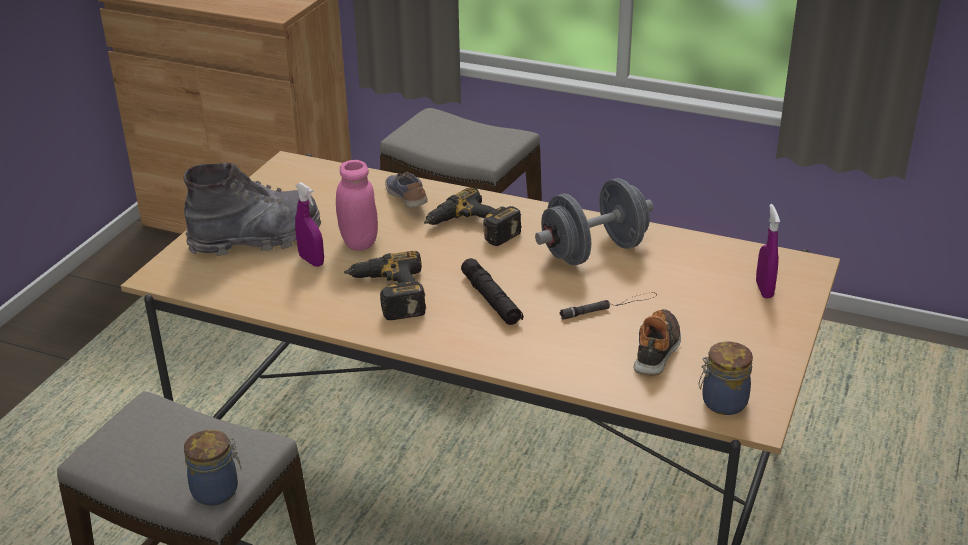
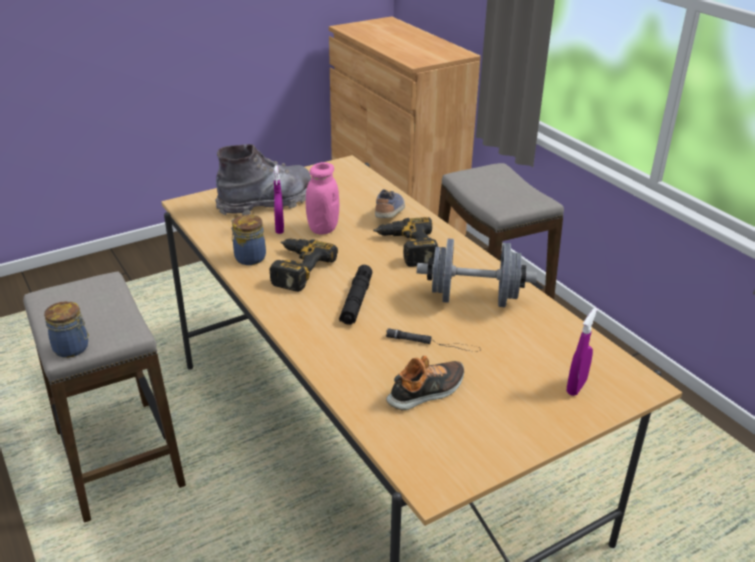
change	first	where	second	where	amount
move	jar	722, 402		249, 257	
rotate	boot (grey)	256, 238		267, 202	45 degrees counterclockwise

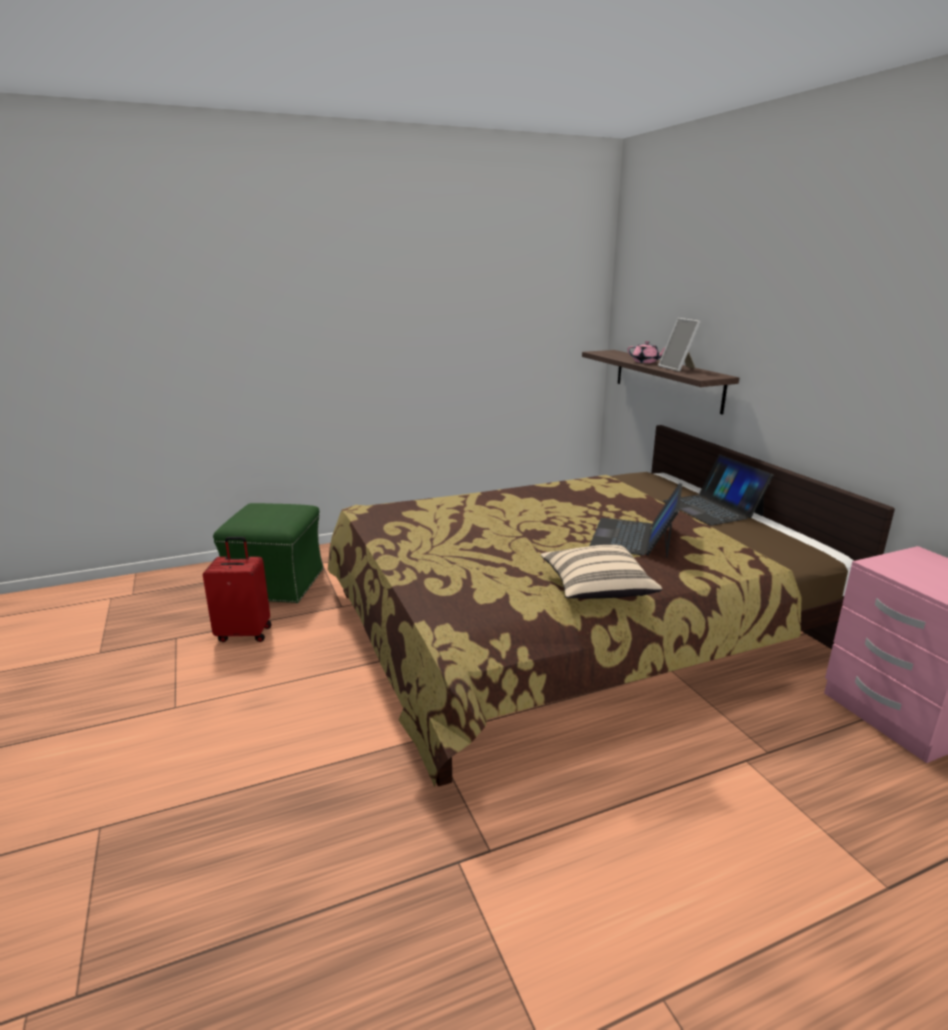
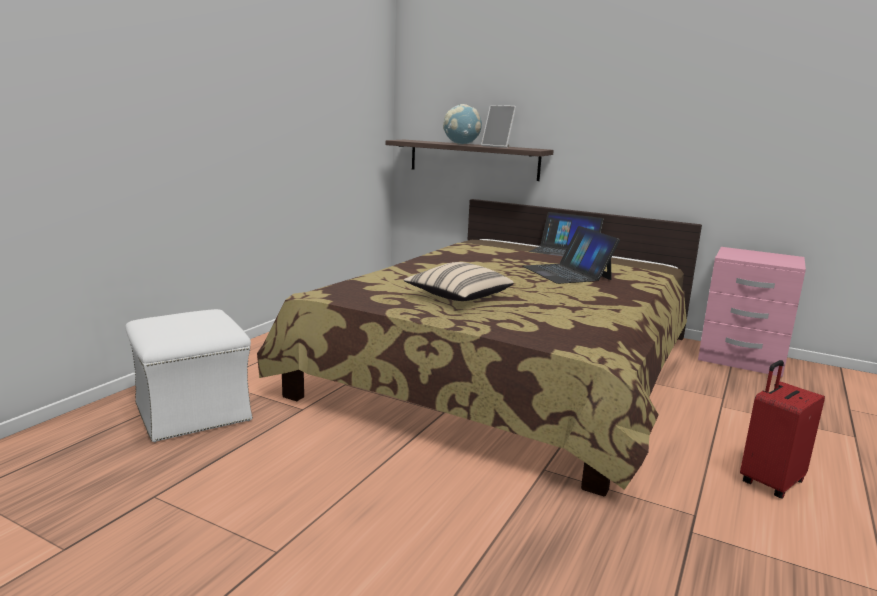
change	first	where	second	where	amount
move	suitcase (red)	244, 633		769, 482	
move	pillow (beige)	596, 589		458, 297	
replace	teapot (pink)	645, 362	globe	461, 144	
recolor	ottoman (green)	276, 583	ottoman (white)	192, 411	

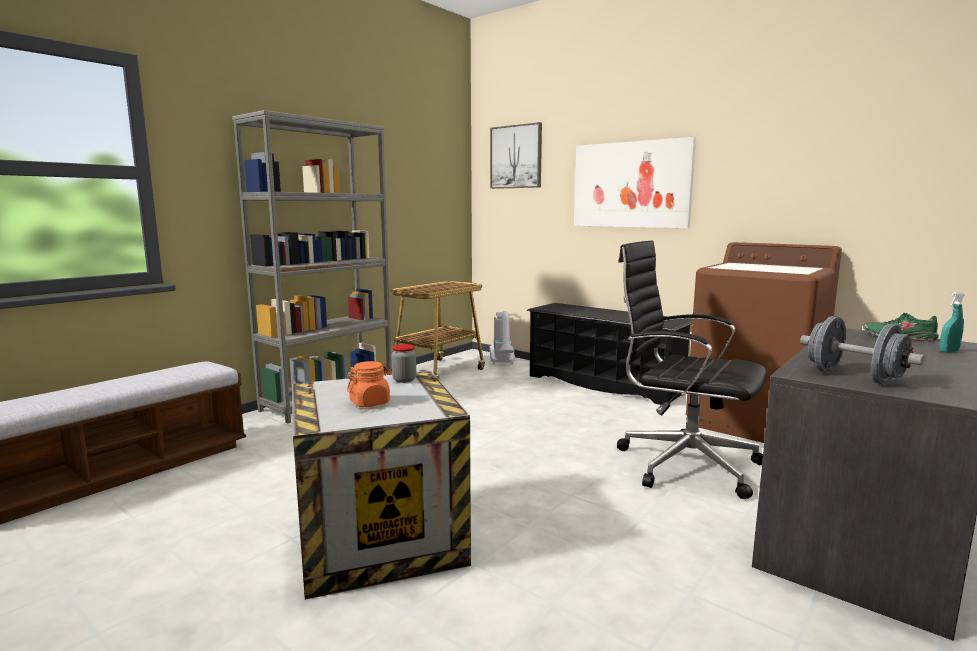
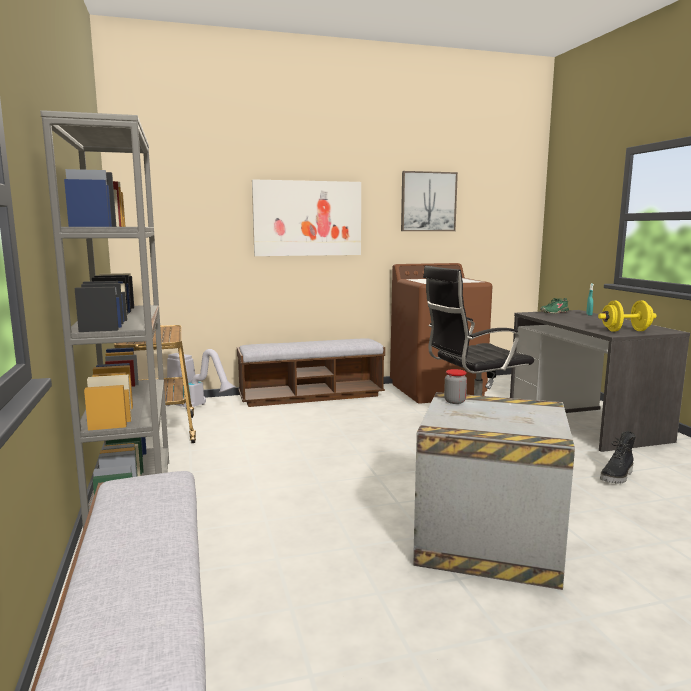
change	first	where	second	where	amount
delete	jar (orange)	370, 402			
insert			boot (black)	617, 477	
move	picture	516, 157		428, 201	
replace	shoe rack (black)	605, 384	bench	311, 396	
recolor	dumbbell (grey)	854, 377	dumbbell (yellow)	625, 331	

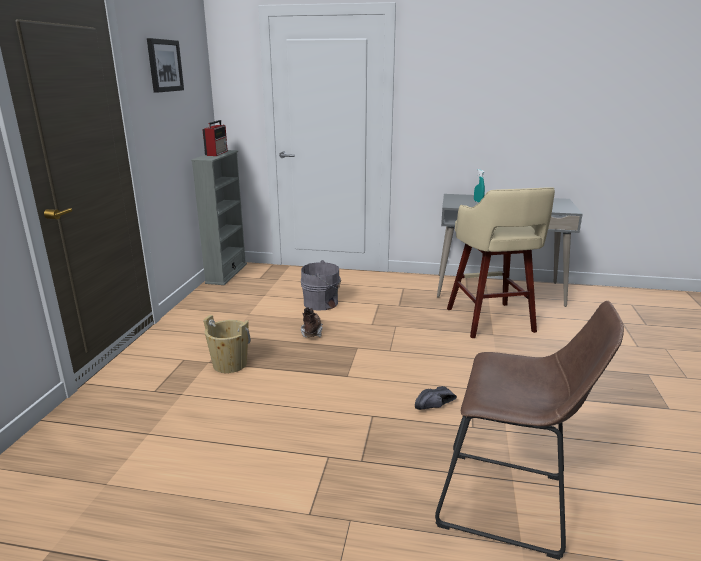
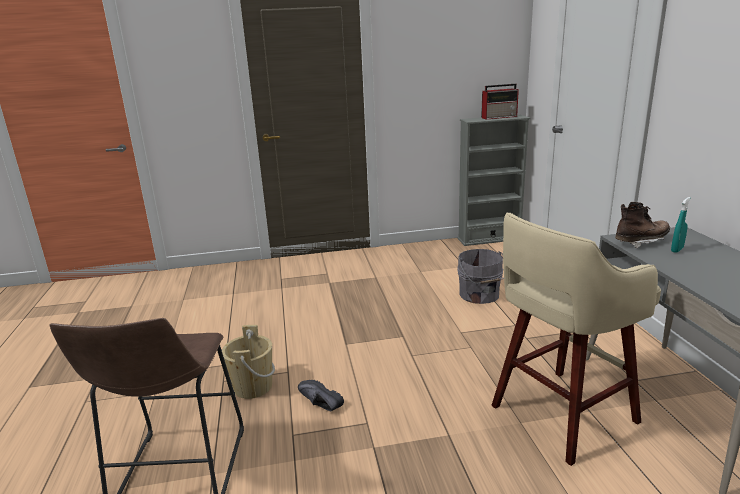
change	first	where	second	where	amount
delete	picture	164, 65			
move	bucket (beige)	230, 364		252, 386	
move	boot (brown)	312, 332		641, 242	

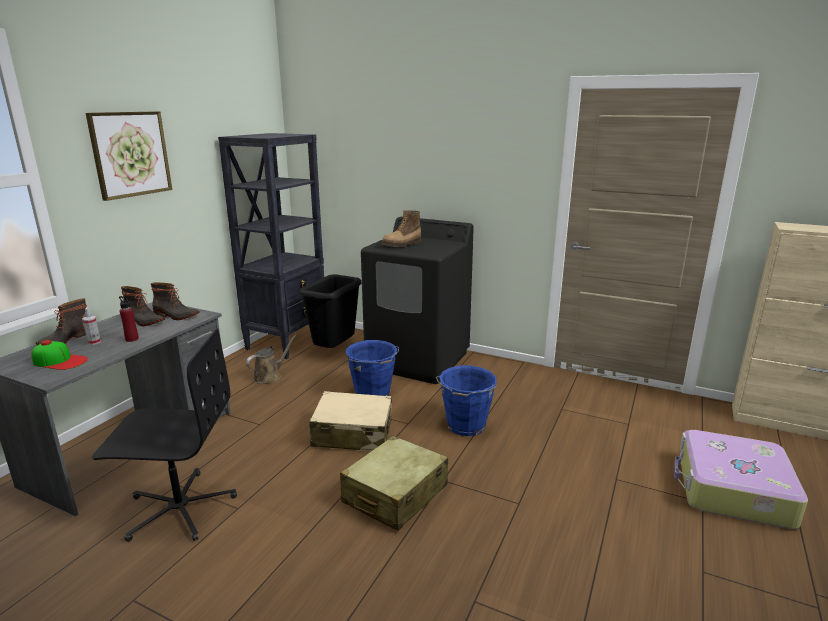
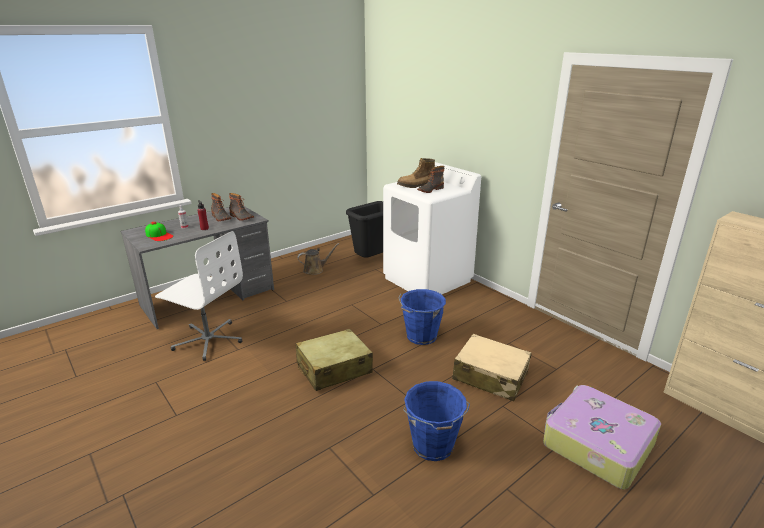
change	first	where	second	where	amount
delete	picture	130, 154			
delete	bookcase (black)	287, 341			
move	boot	65, 340		430, 190	
move	suitcase (beige)	352, 433		490, 376	
move	bucket (blue)	373, 394		433, 446	
recolor	office chair (black)	179, 508	office chair (white)	208, 340	
recolor	washing machine (black)	418, 360	washing machine (white)	427, 280	

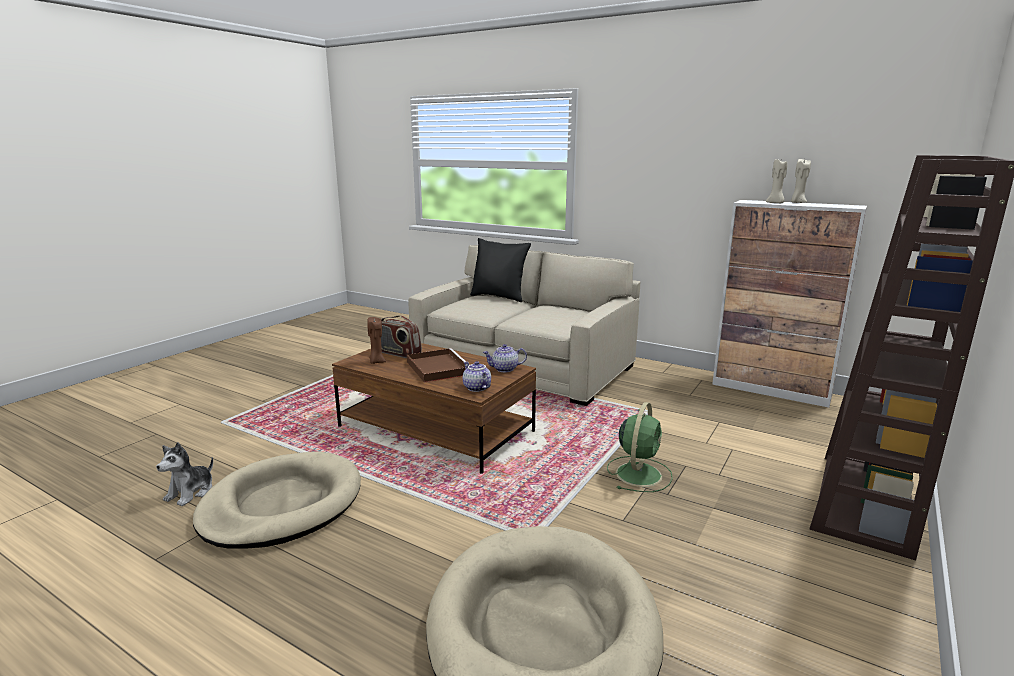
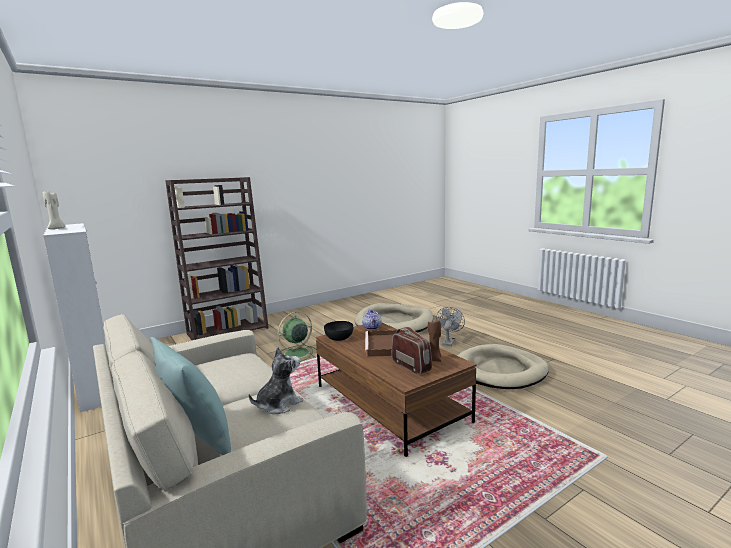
change	first	where	second	where	amount
delete	candle (beige)	775, 203			
insert			fan (grey)	449, 342	
move	plush toy	191, 492		278, 404	
replace	teapot	504, 369	bowl (black)	339, 338	
recolor	pillow (black)	499, 297	pillow (turquoise)	197, 438	

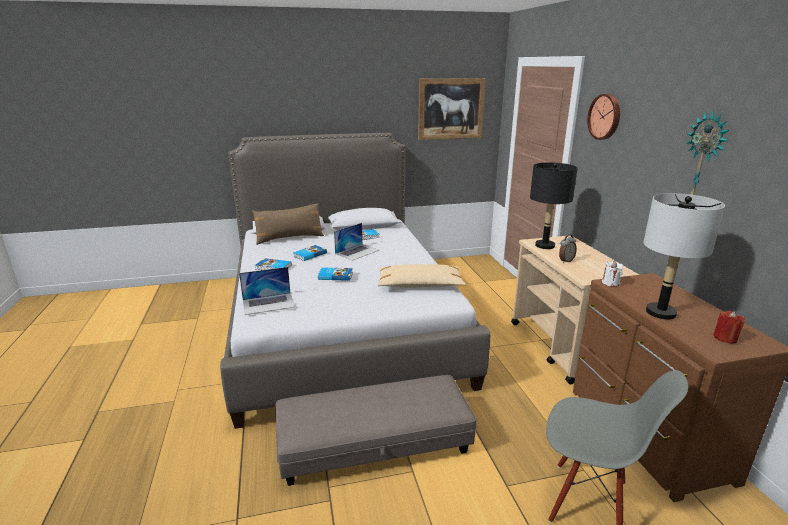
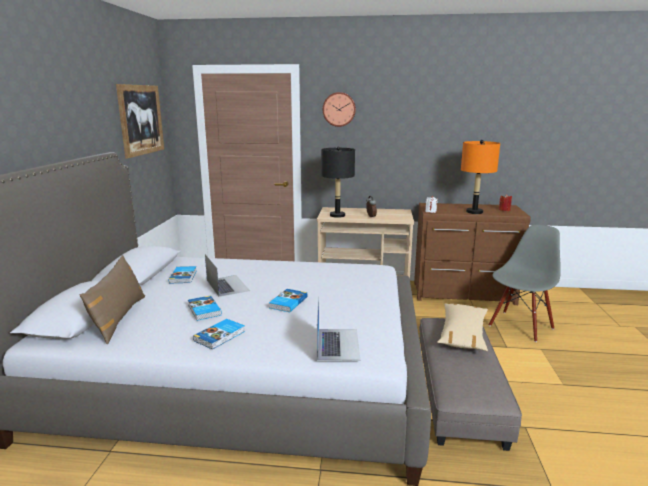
change	first	where	second	where	amount
delete	wall clock	705, 157			
move	pillow (beige)	420, 285		462, 334	
recolor	table lamp (grey)	660, 312	table lamp (orange)	474, 212	

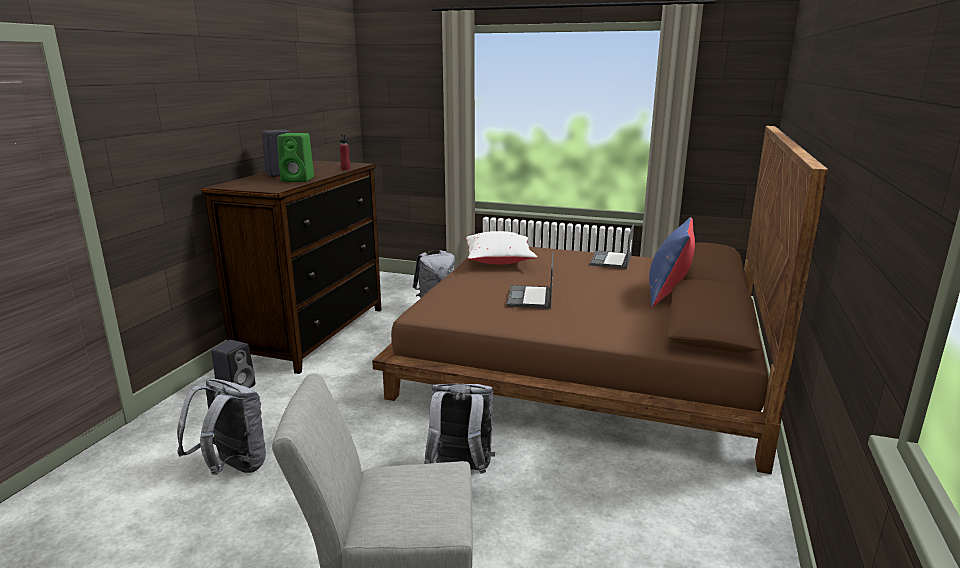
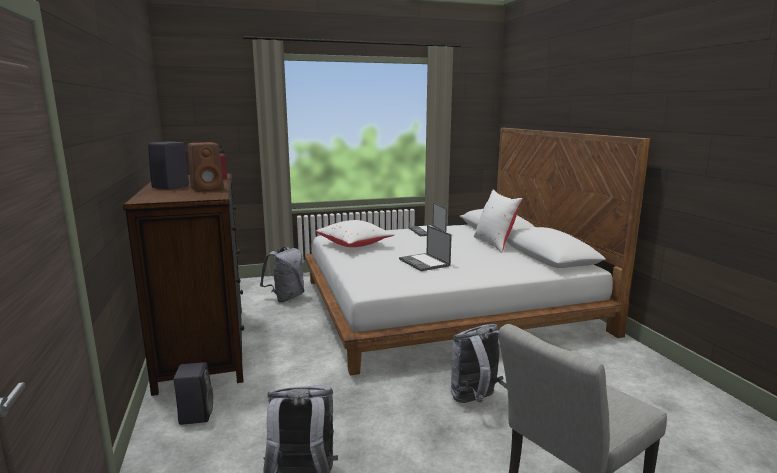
change	first	where	second	where	amount
recolor	speaker (green)	299, 180	speaker (brown)	208, 189	
recolor	bed (brown)	584, 357	bed (white)	443, 304	
recolor	pillow (blue)	668, 294	pillow (white)	495, 244	

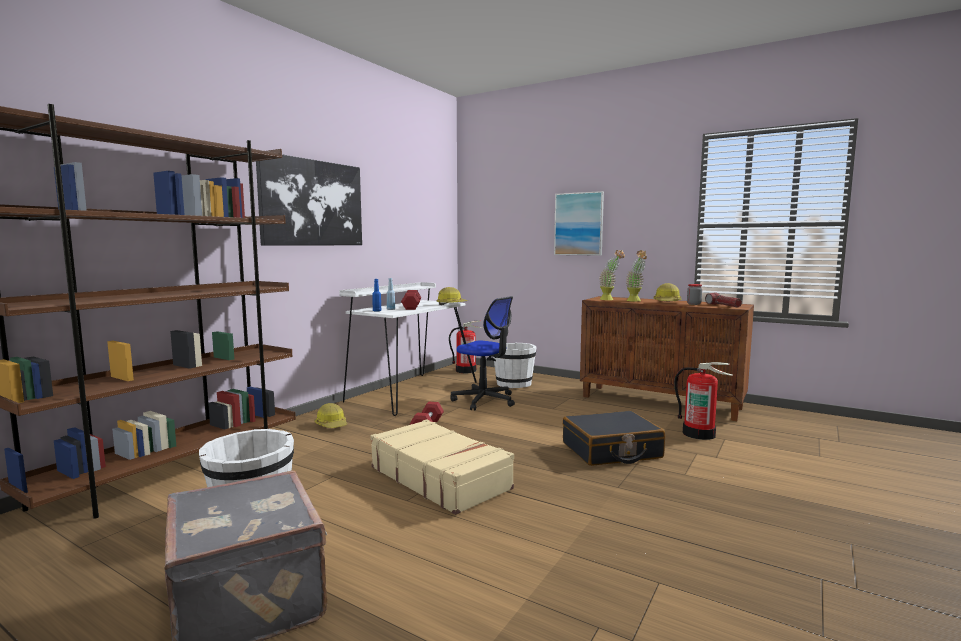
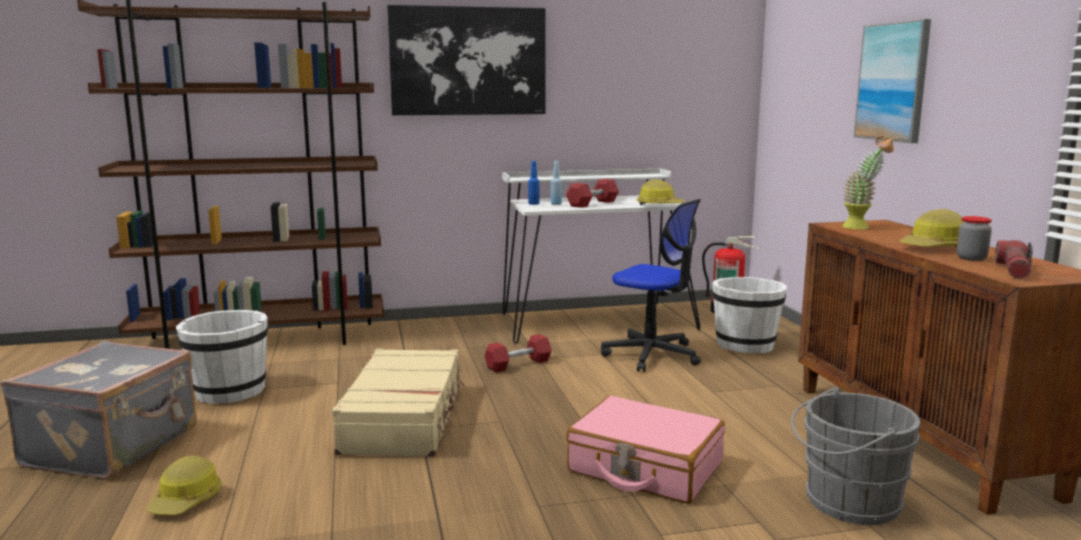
change	first	where	second	where	amount
delete	potted plant	635, 301			
move	hard hat	332, 425		187, 501	
replace	fire extinguisher	699, 434	bucket (grey)	847, 502	
recolor	suitcase (black)	611, 451	suitcase (pink)	645, 468	
rotate	office chair	484, 400		652, 355	45 degrees counterclockwise

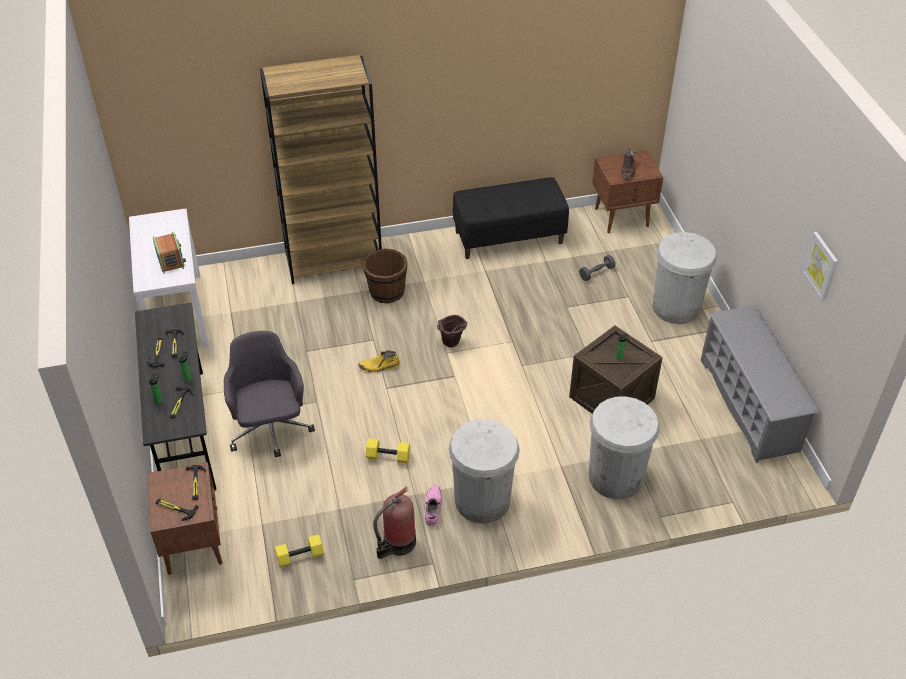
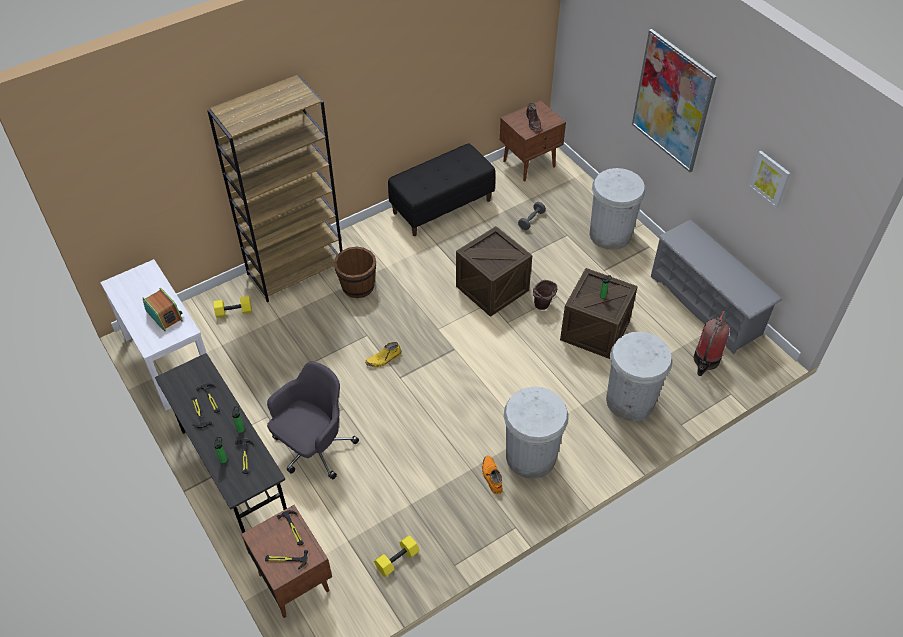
change	first	where	second	where	amount
insert			crate	492, 288	
insert			picture	672, 101	
move	dumbbell (yellow)	389, 456		234, 311	
move	fire extinguisher	397, 543		705, 361	
move	bucket (brown)	451, 344		543, 307	
recolor	boot (pink)	432, 508	boot (orange)	491, 476	
rotate	office chair (grey)	271, 429		313, 448	75 degrees clockwise

